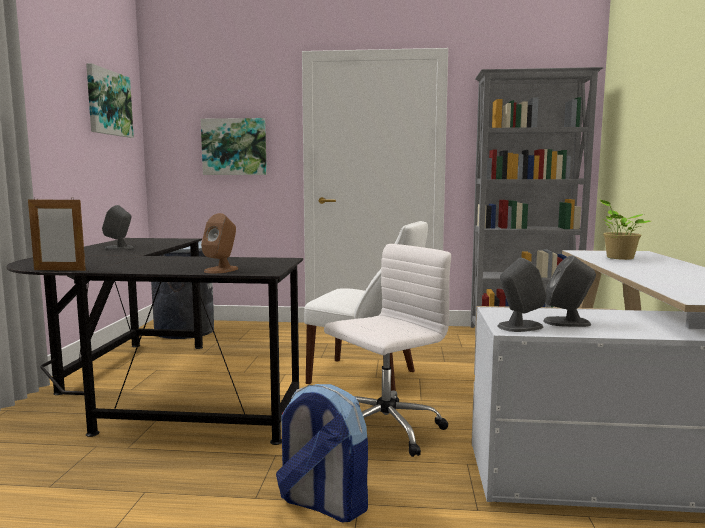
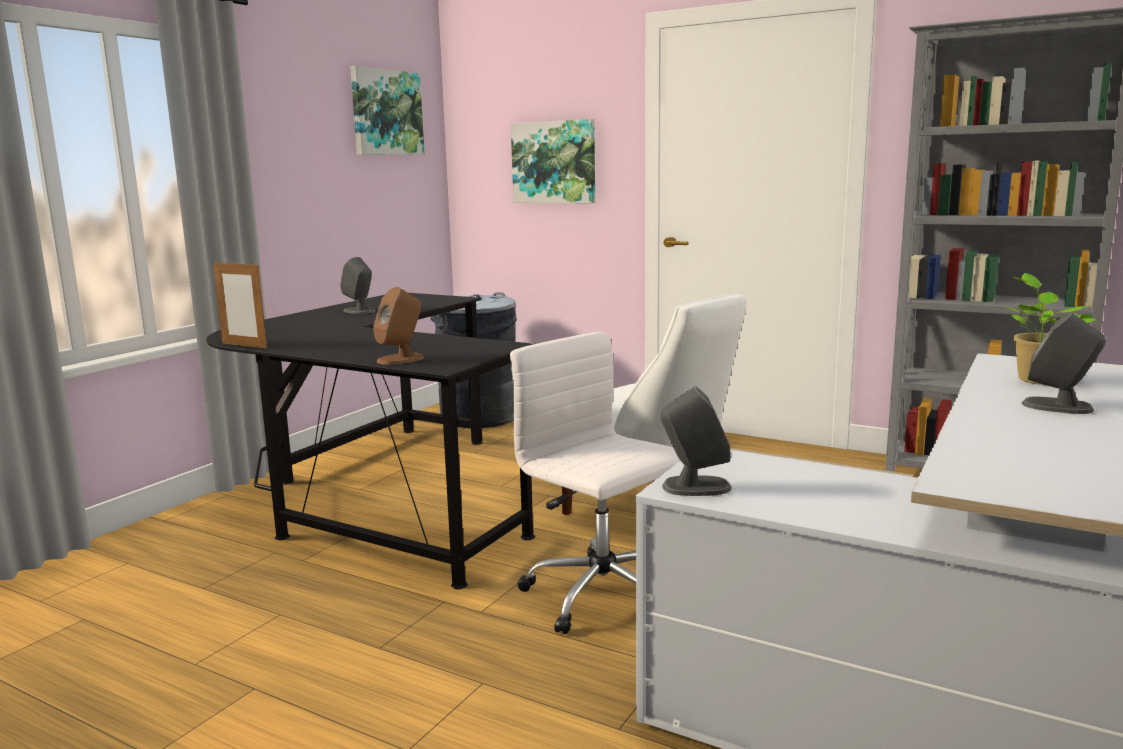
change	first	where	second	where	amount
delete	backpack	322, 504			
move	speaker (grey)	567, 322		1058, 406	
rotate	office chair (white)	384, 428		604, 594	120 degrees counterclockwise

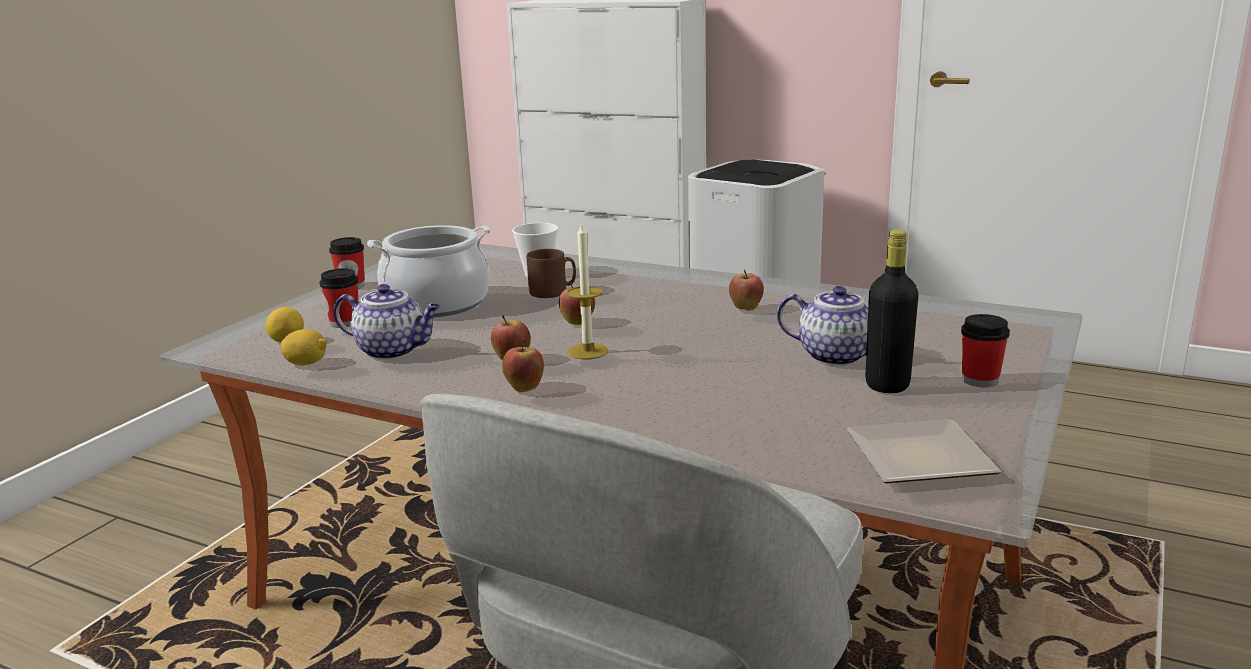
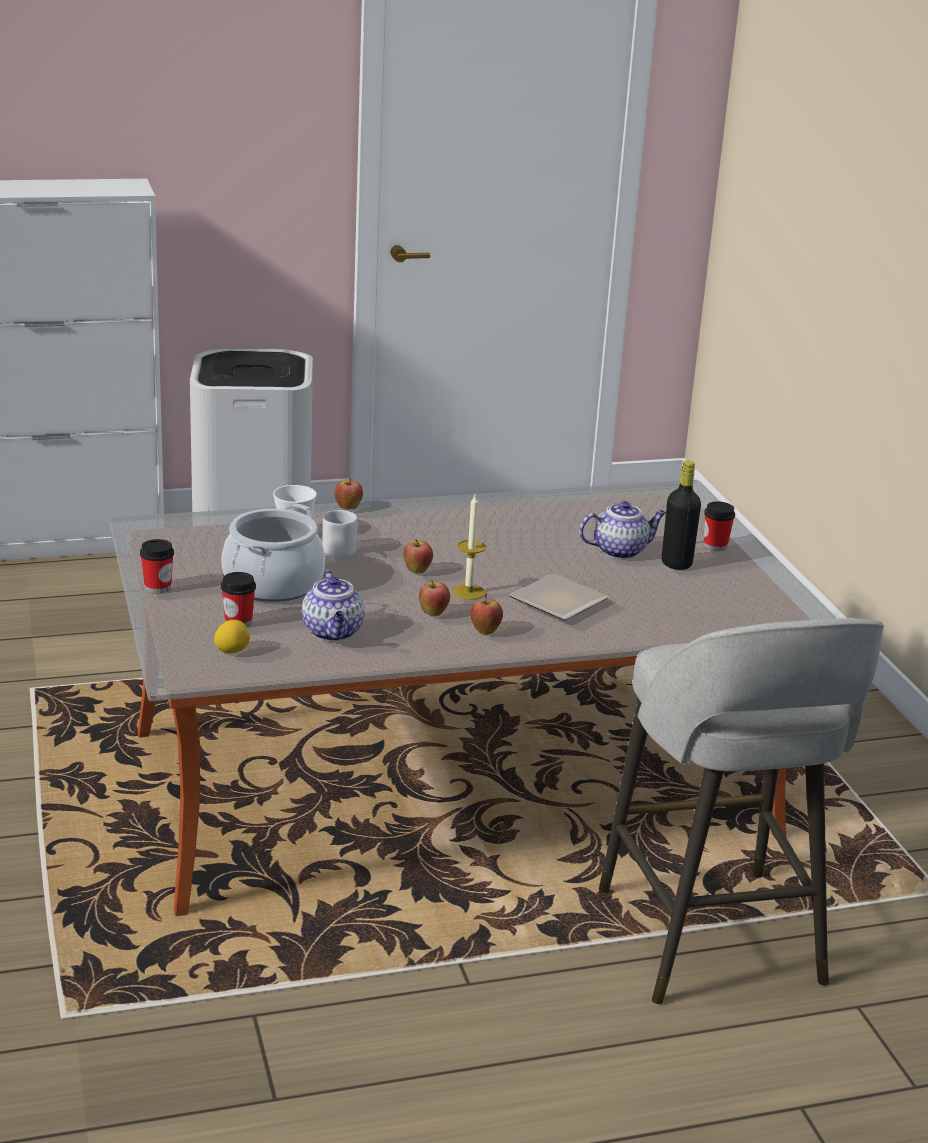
change	first	where	second	where	amount
delete	lemon	306, 363			
move	apple	746, 309		348, 508	
move	plate	913, 457		554, 602	
recolor	mug (brown)	553, 292	mug (grey)	342, 549	
rotate	teapot	393, 350		333, 632	105 degrees clockwise

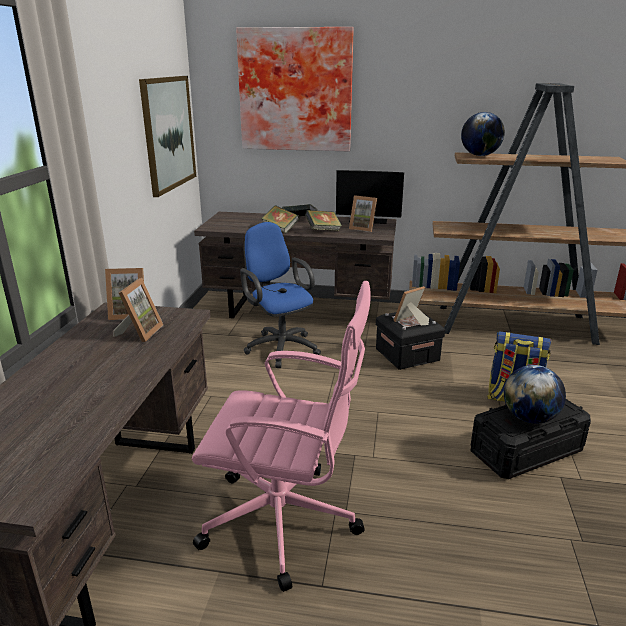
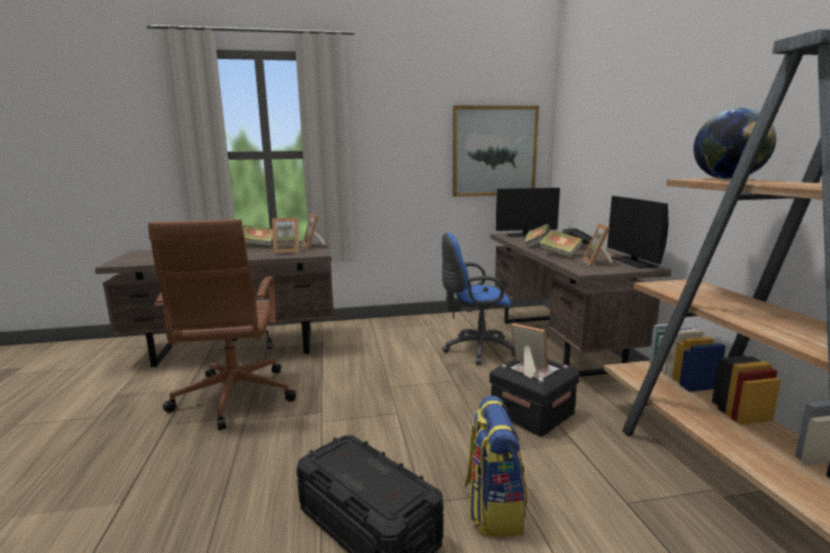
change	first	where	second	where	amount
delete	picture	296, 90			
delete	globe	529, 418			
insert			book	258, 245	
insert			monitor	525, 235	
recolor	office chair (pink)	285, 522	office chair (brown)	233, 399	
rotate	office chair (blue)	280, 347		475, 349	135 degrees counterclockwise

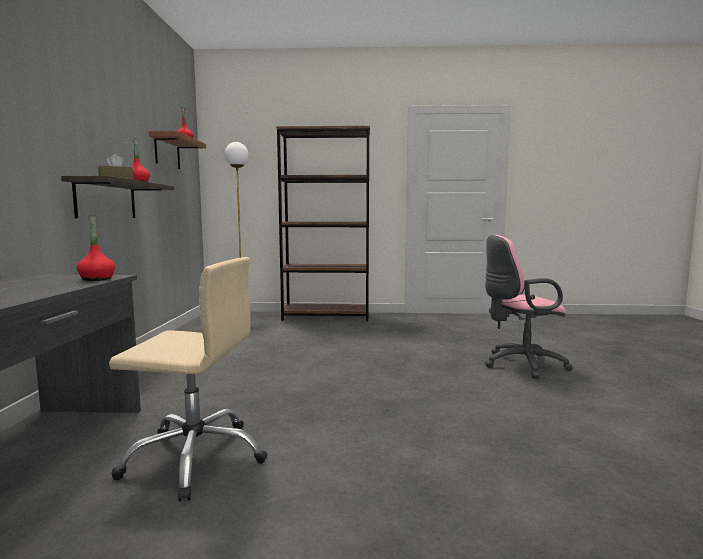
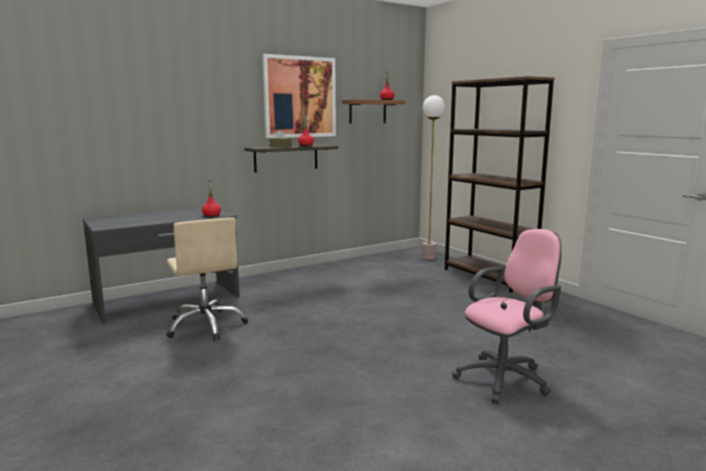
change	first	where	second	where	amount
insert			picture	300, 97	
rotate	office chair (pink)	520, 365		506, 378	105 degrees clockwise

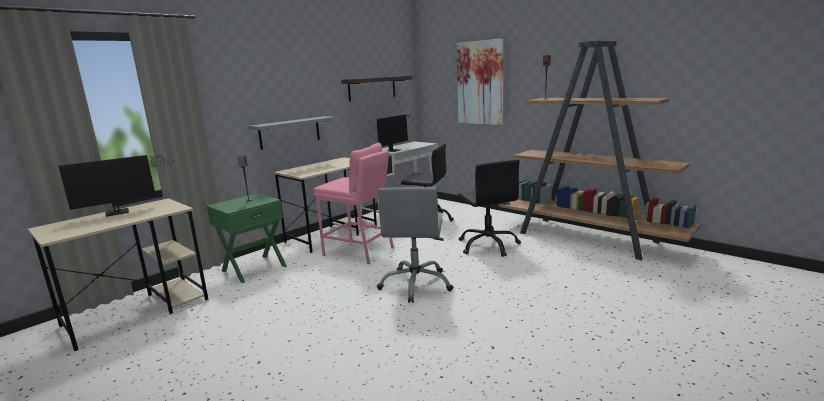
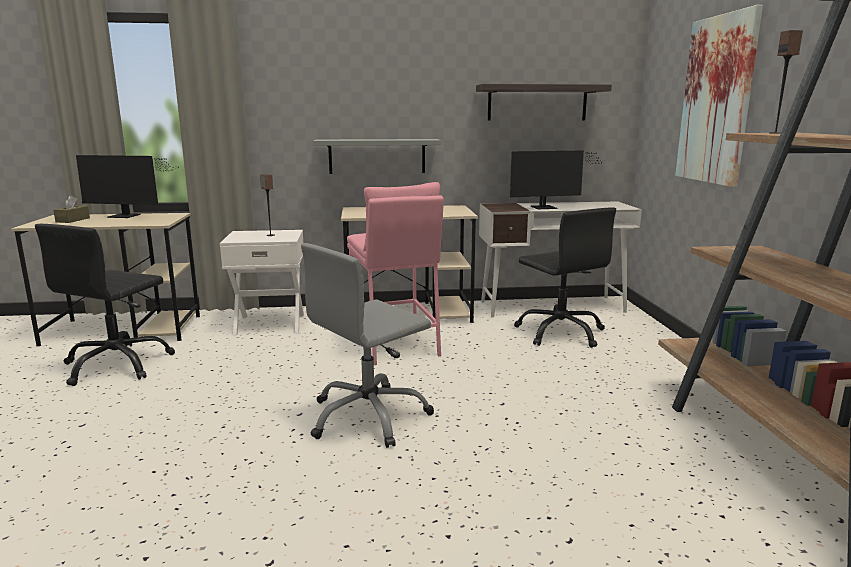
change	first	where	second	where	amount
insert			tissue box (brown)	73, 220	
move	office chair (black)	488, 245		117, 365	
recolor	nightstand (green)	253, 268	nightstand (white)	270, 324	

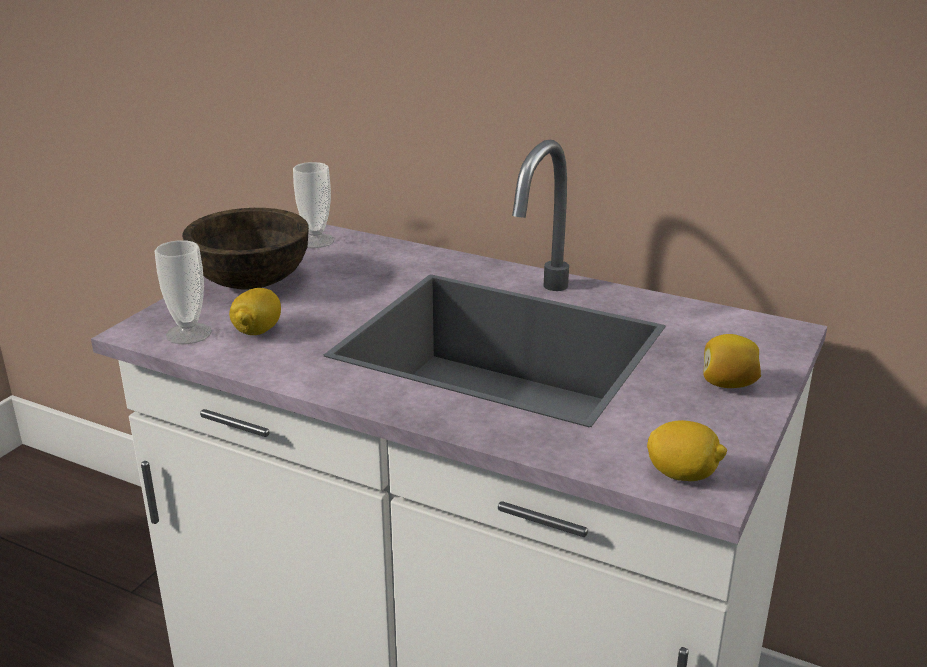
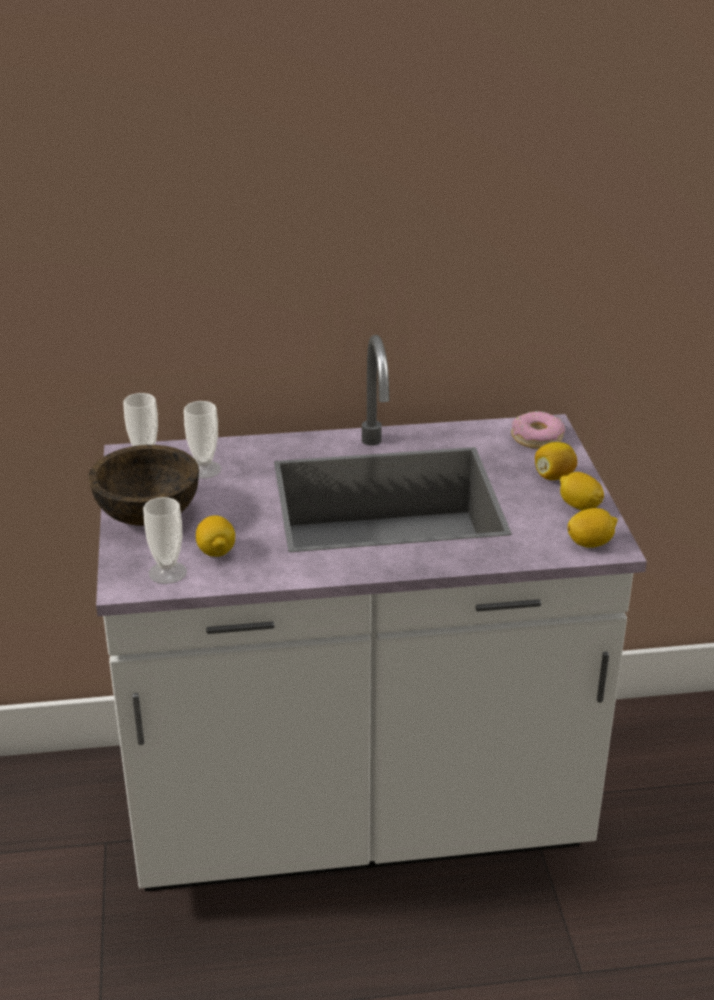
change	first	where	second	where	amount
insert			cup	204, 469	
insert			donut	536, 438	
insert			lemon	579, 506	

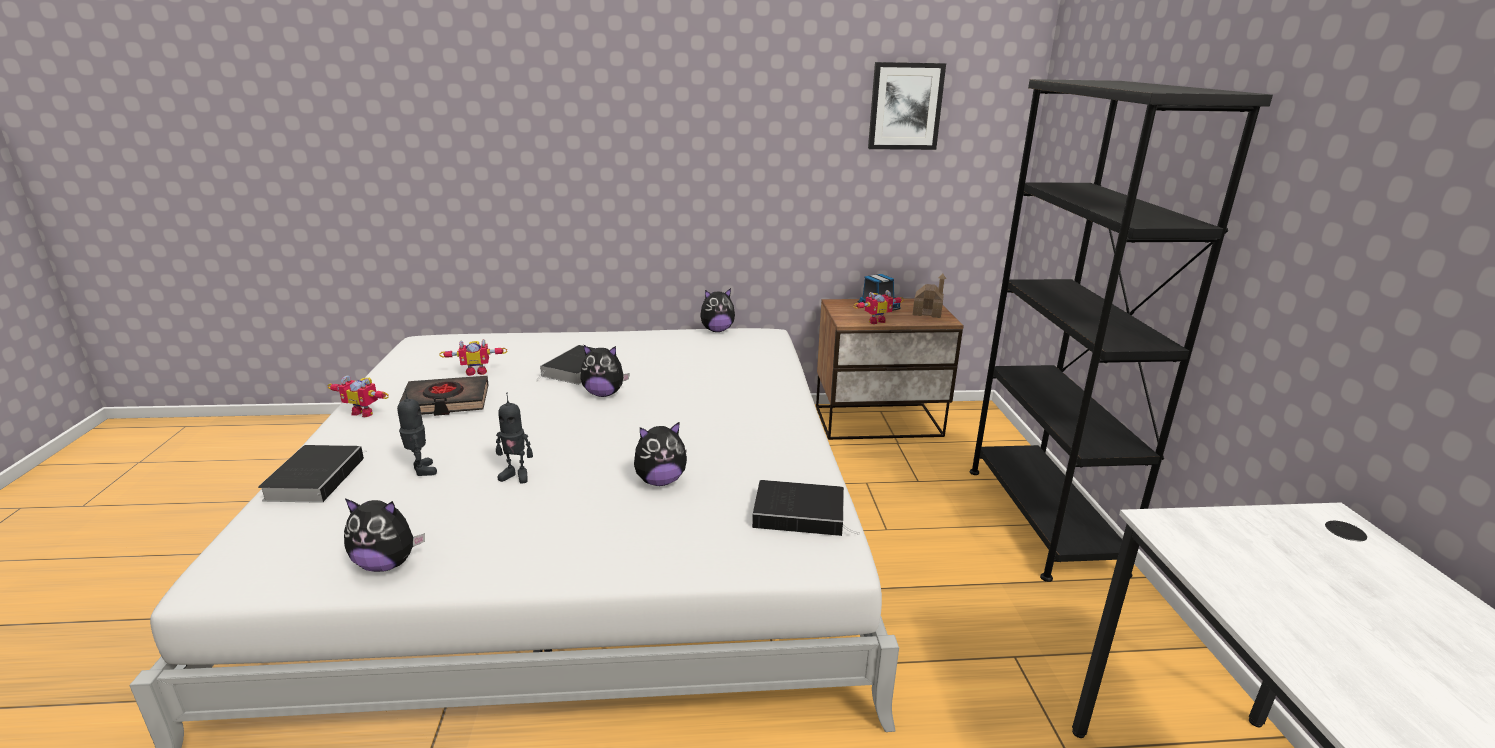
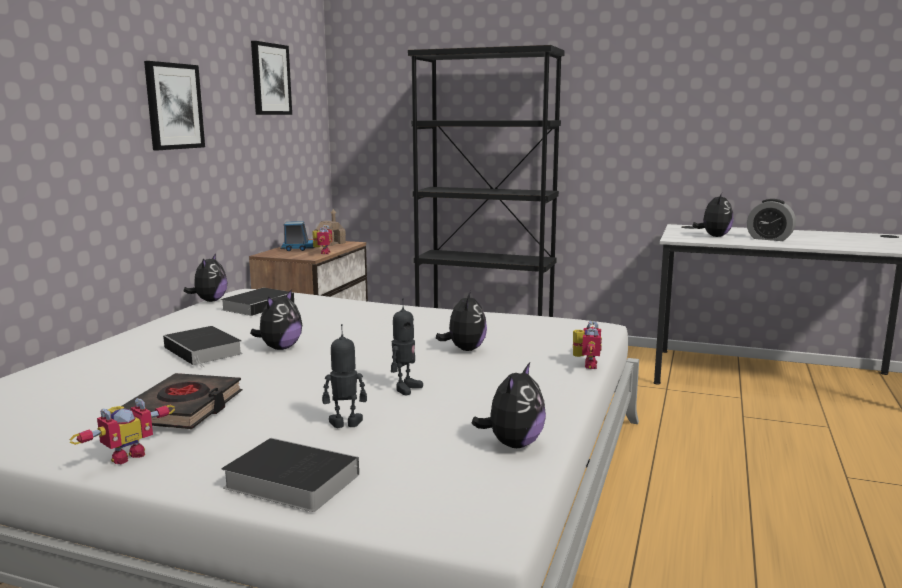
change	first	where	second	where	amount
insert			picture	173, 106	
insert			plush toy	714, 236	
insert			alarm clock	769, 239	
move	toy robot	477, 371		586, 364	
move	book	802, 513		259, 305	

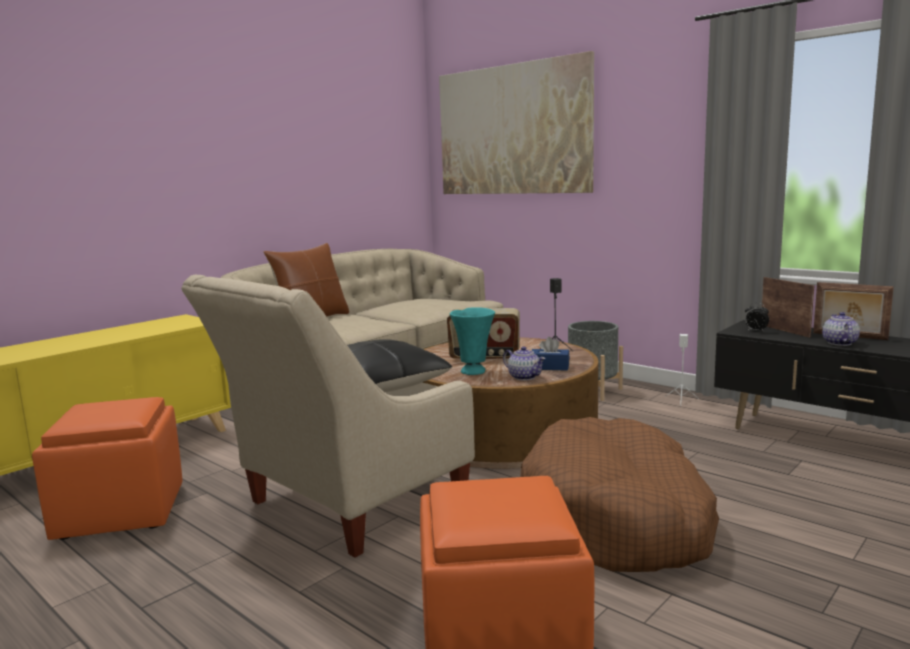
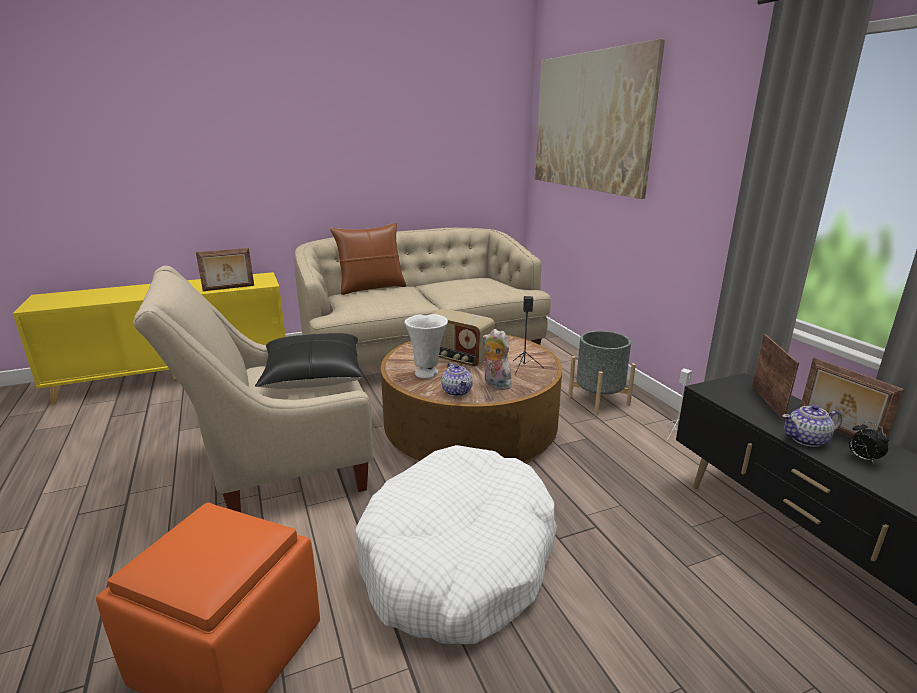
change	first	where	second	where	amount
delete	ottoman (orange)	122, 512			
insert			picture frame	229, 288	
move	alarm clock	755, 331		862, 459	
replace	tissue box (blue)	549, 367	plush toy	495, 384	
recolor	vase (turquoise)	474, 371	vase (white)	427, 373	
recolor	dog bed (brown)	617, 519	dog bed (white)	458, 559	
rotate	teapot	839, 343		807, 440	135 degrees counterclockwise

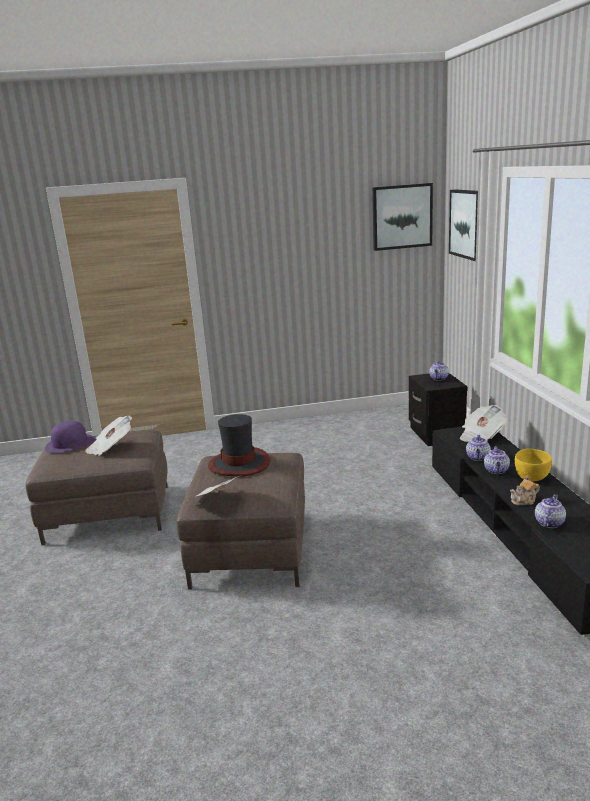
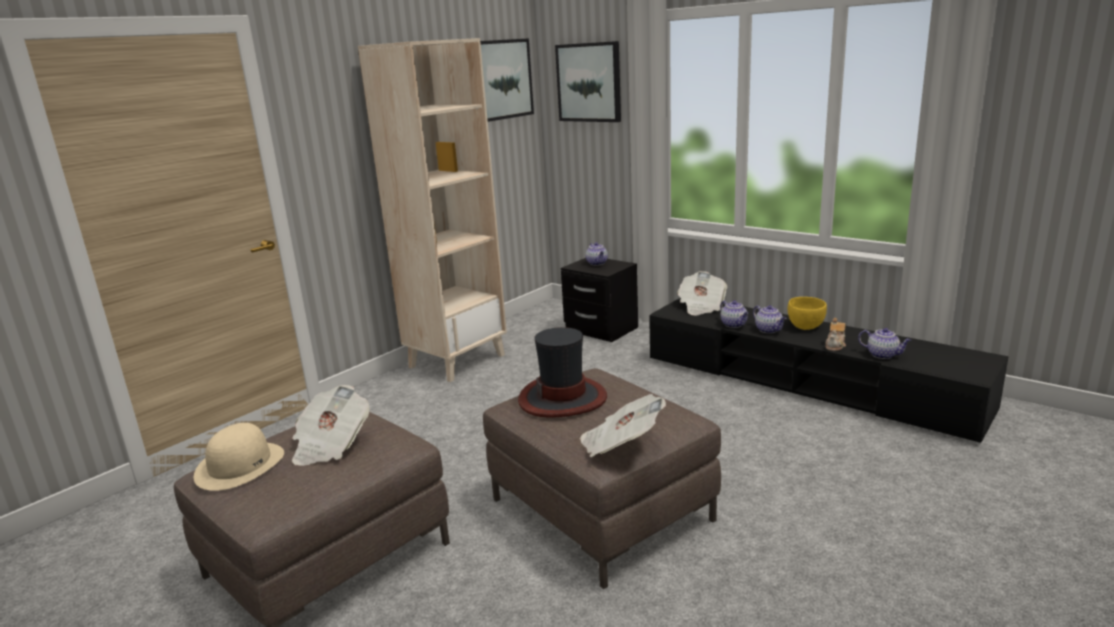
change	first	where	second	where	amount
insert			bookcase (beige)	457, 361	
recolor	hat (purple)	70, 443	hat (beige)	240, 465	
rotate	teapot	549, 522		883, 355	135 degrees clockwise

